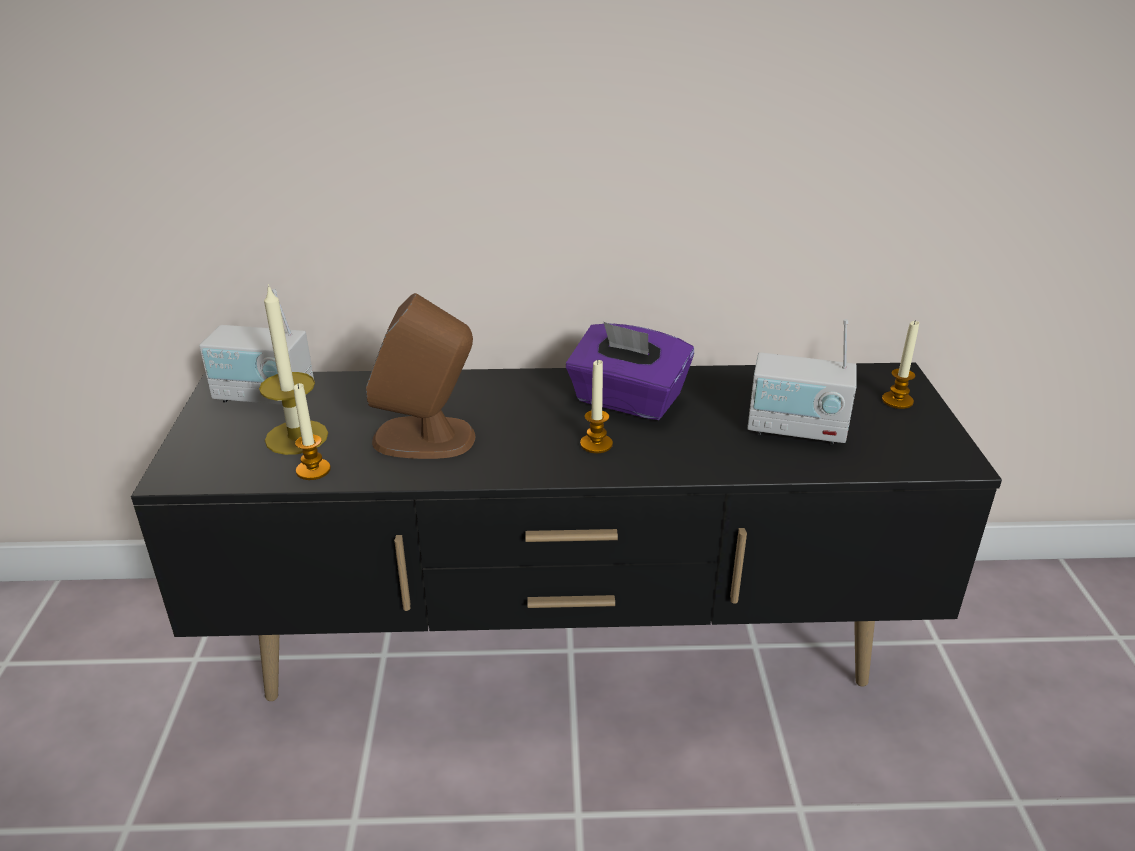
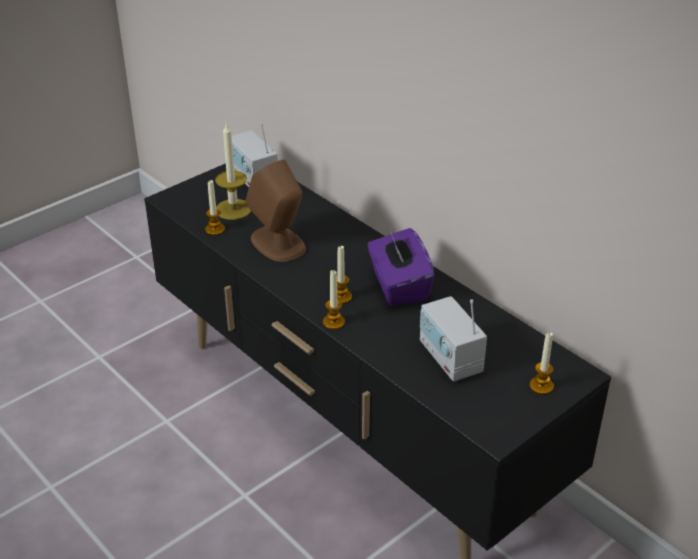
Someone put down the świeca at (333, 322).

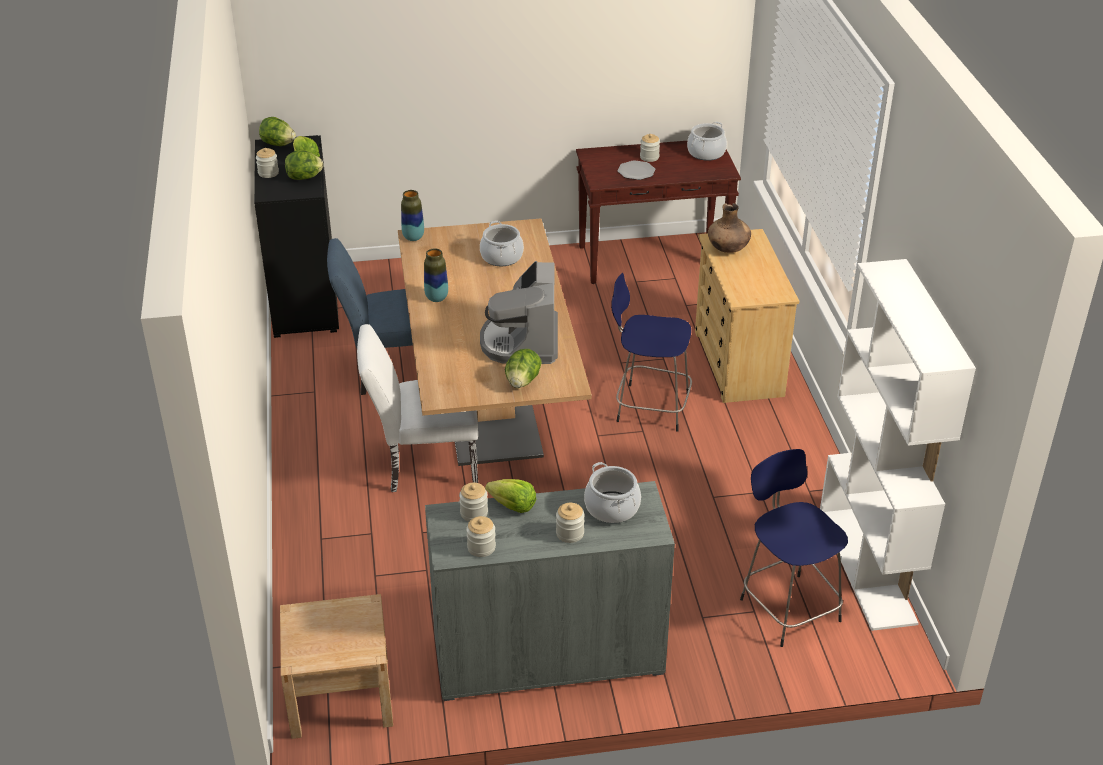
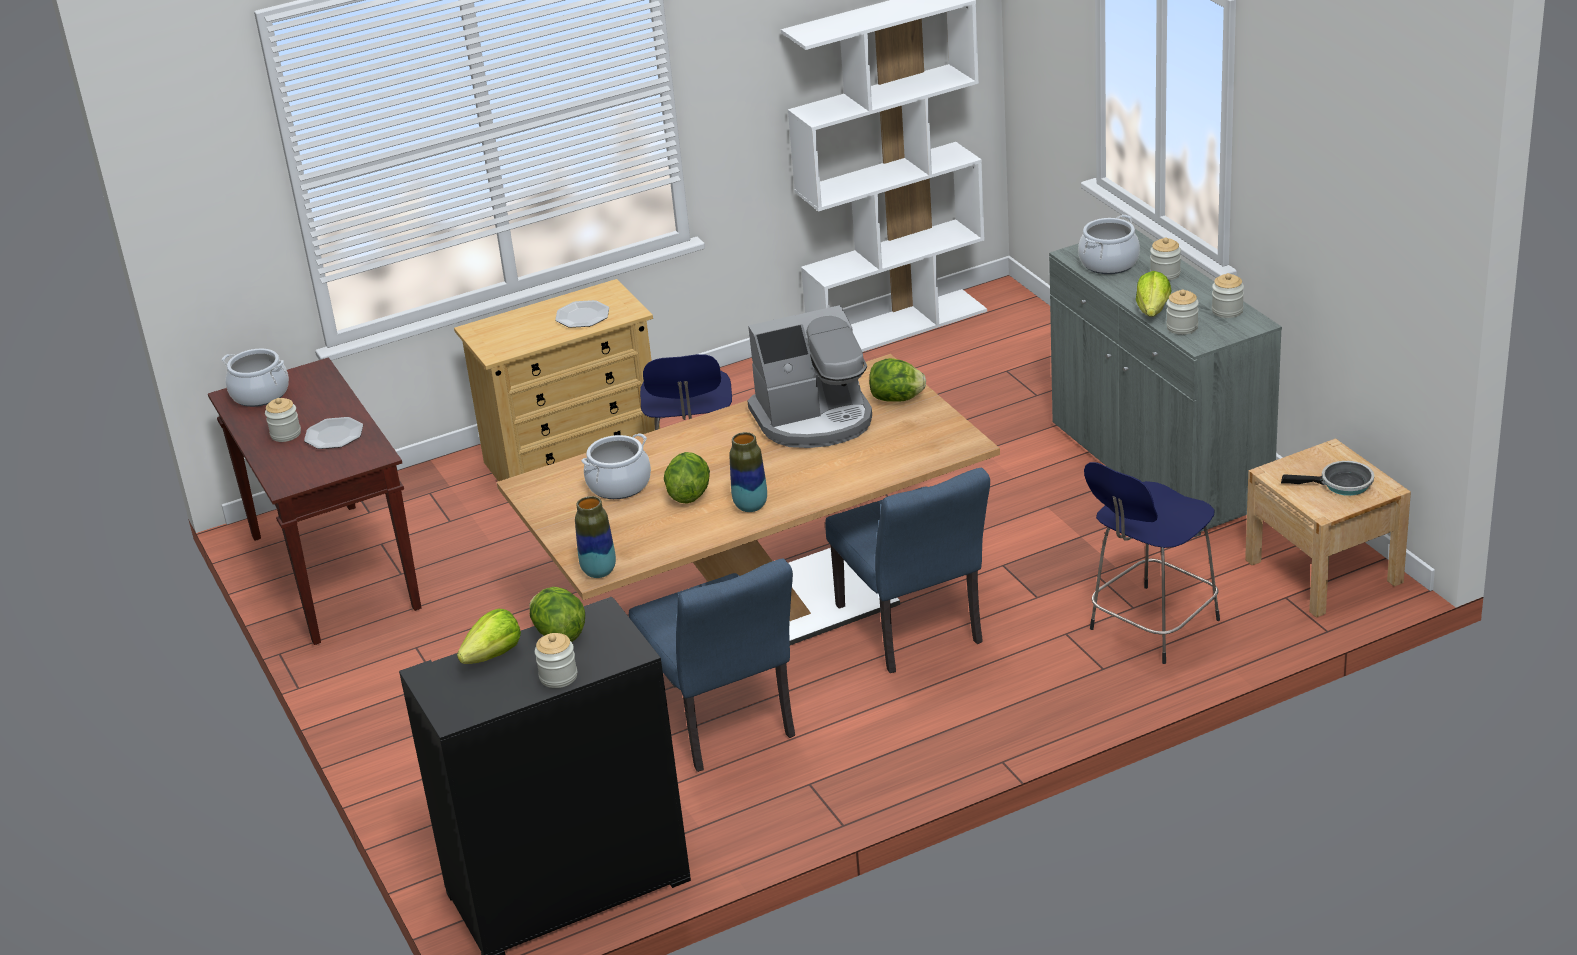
Someone carried the sałata from (278, 144) to (689, 494). Someone took away the wazon/brązowy at (728, 249). Someone repainted the krzesło/biały at (424, 465), which became the krzesło/niebieski at (914, 633). Someone carried the stołek/niebieski from (788, 607) to (1151, 626). Someone put down the talerz at (582, 316). Someone put down the patelnia at (1341, 484).

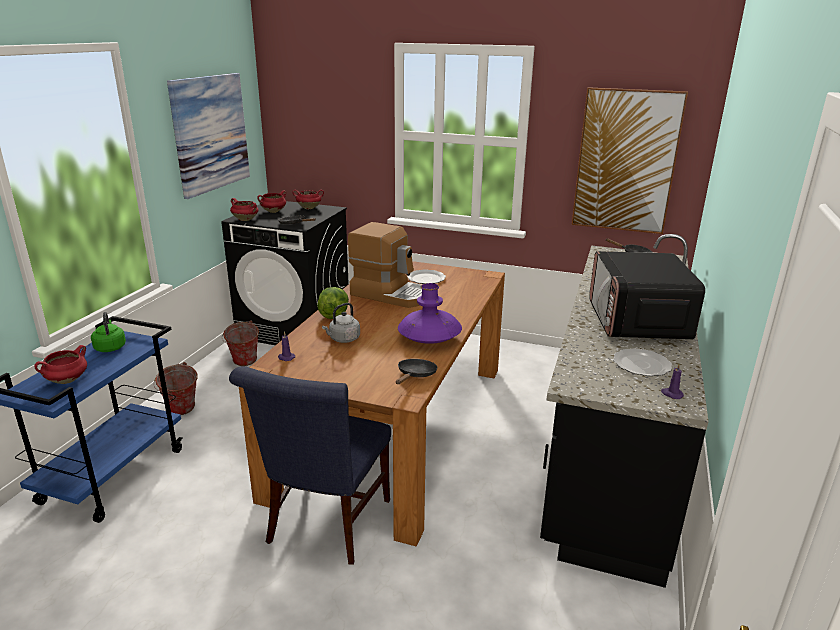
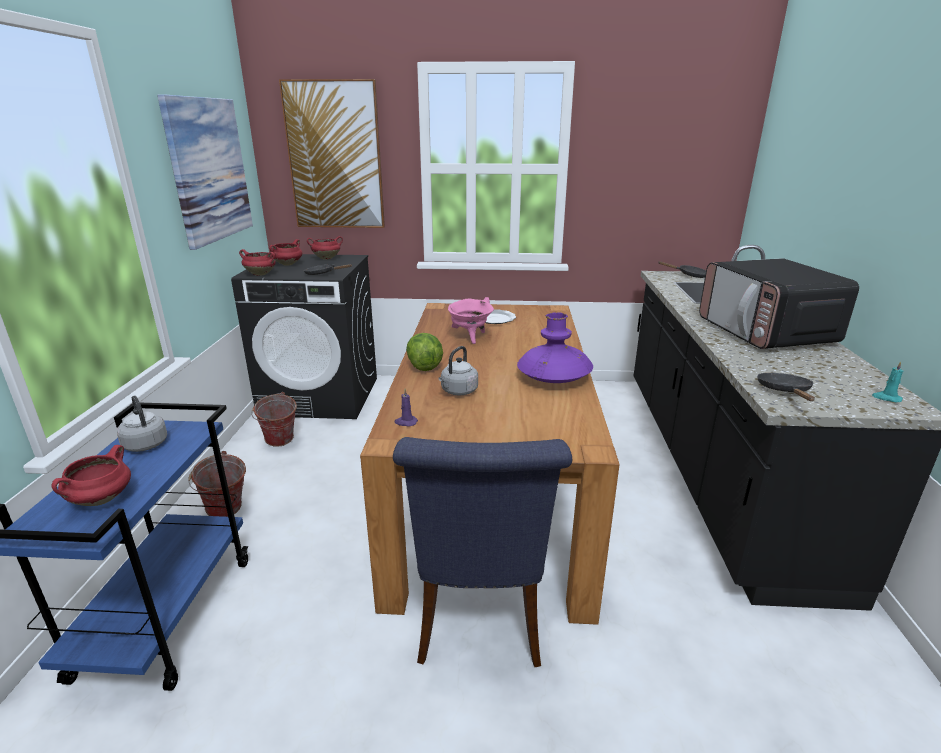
Someone carried the obraz from (626, 161) to (335, 156). Someone swapped the ekspres do kawy at (391, 294) for the garnek/różowy at (470, 337). Someone repainted the czajnik/zielony at (110, 347), which became the czajnik/szary at (145, 443). Someone took away the talerz at (641, 365). Someone carried the patelnia/czarny from (415, 375) to (785, 391). Someone repainted the świeca/fioletowy at (671, 394), which became the świeca/turkusowy at (886, 398).

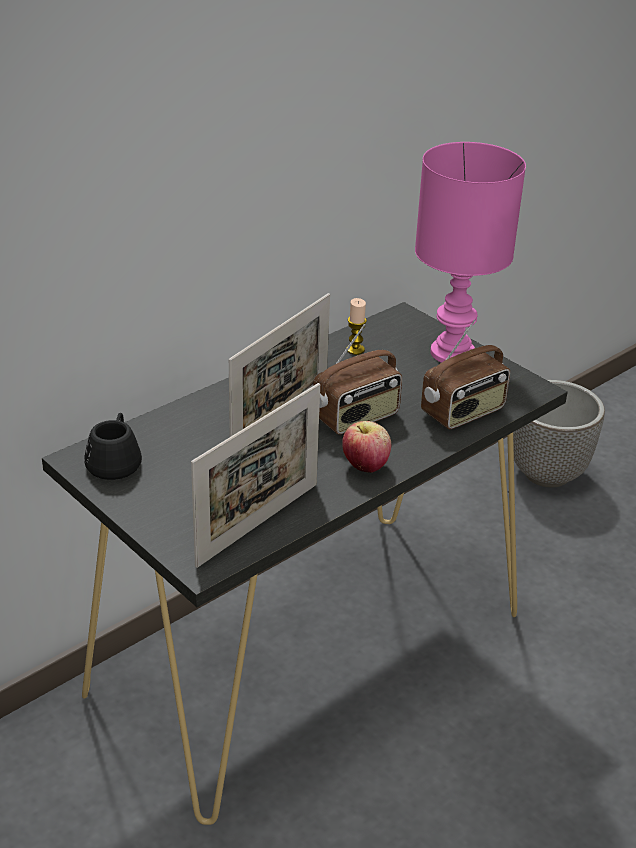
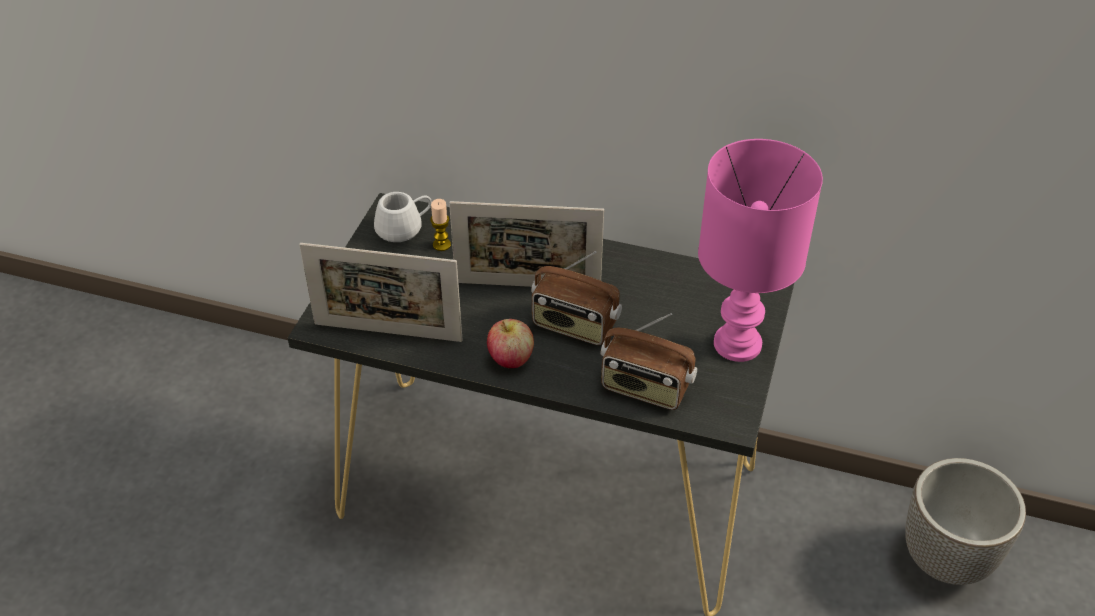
Someone carried the świeca from (355, 350) to (441, 245). Someone repainted the kubek/czarny at (115, 460), which became the kubek/biały at (404, 227).

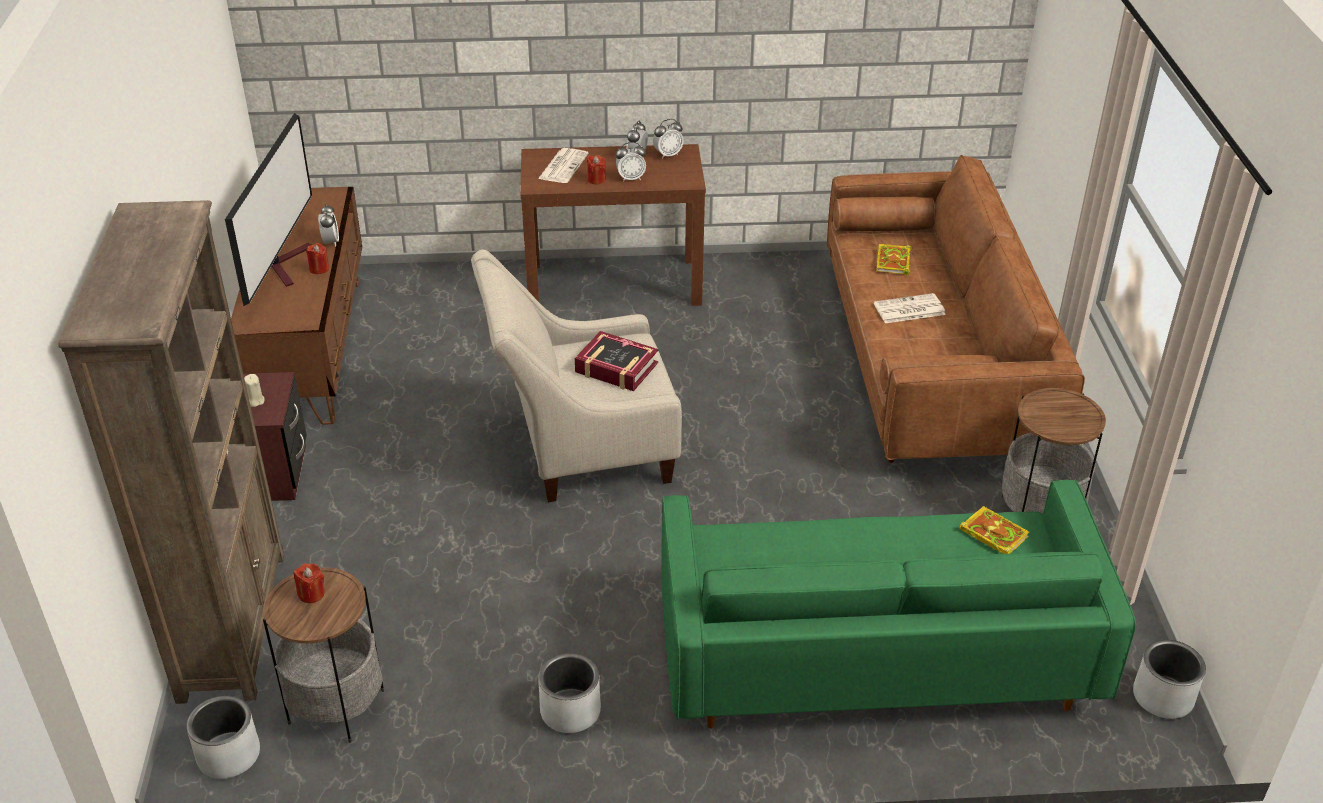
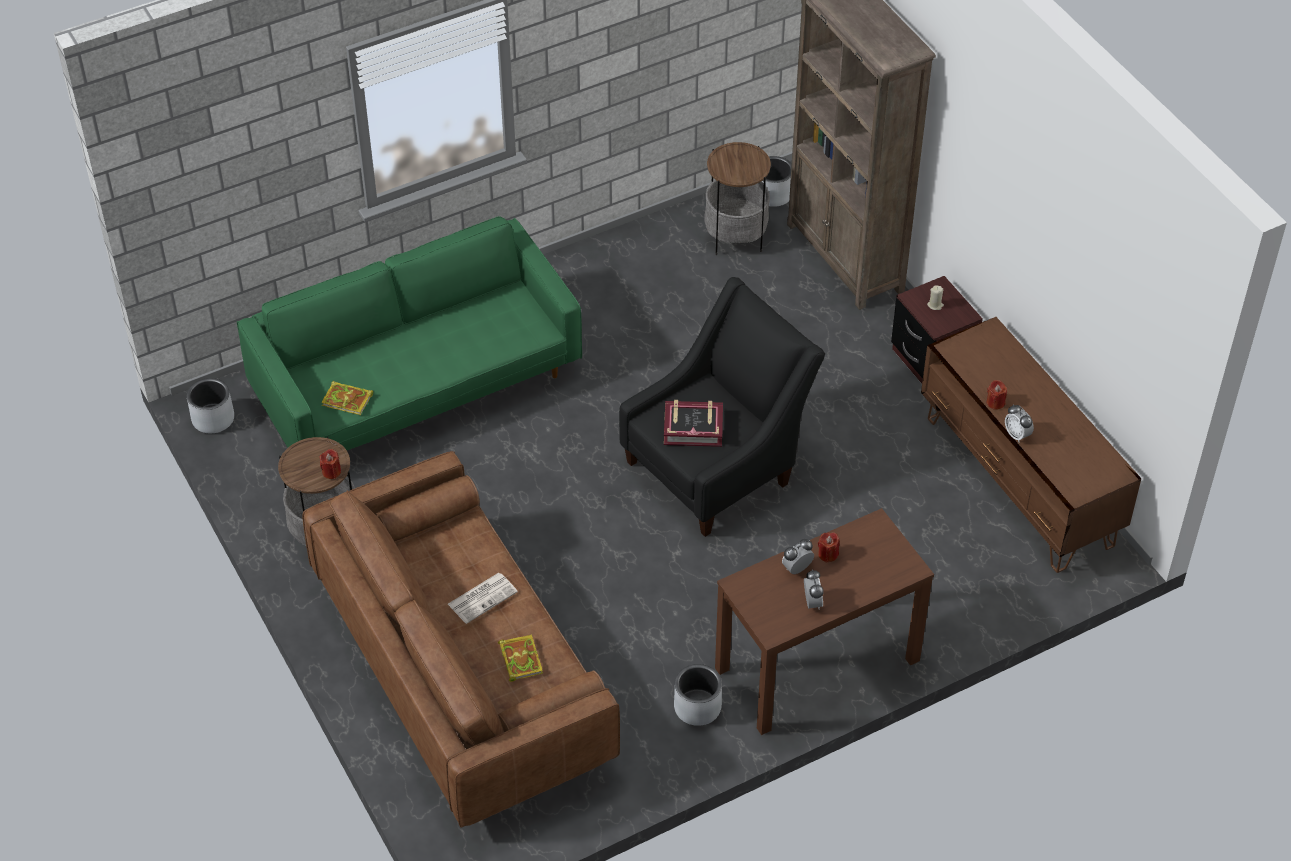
Someone took away the telewizor at (286, 263). Someone took away the budzik at (668, 155). Someone took away the gazeta at (563, 166). Someone repainted the fotel/beżowy at (581, 448), which became the fotel/czarny at (717, 467). Someone carried the świeca/czerwony from (311, 594) to (331, 472). Someone carried the donica/szary from (570, 711) to (697, 707).

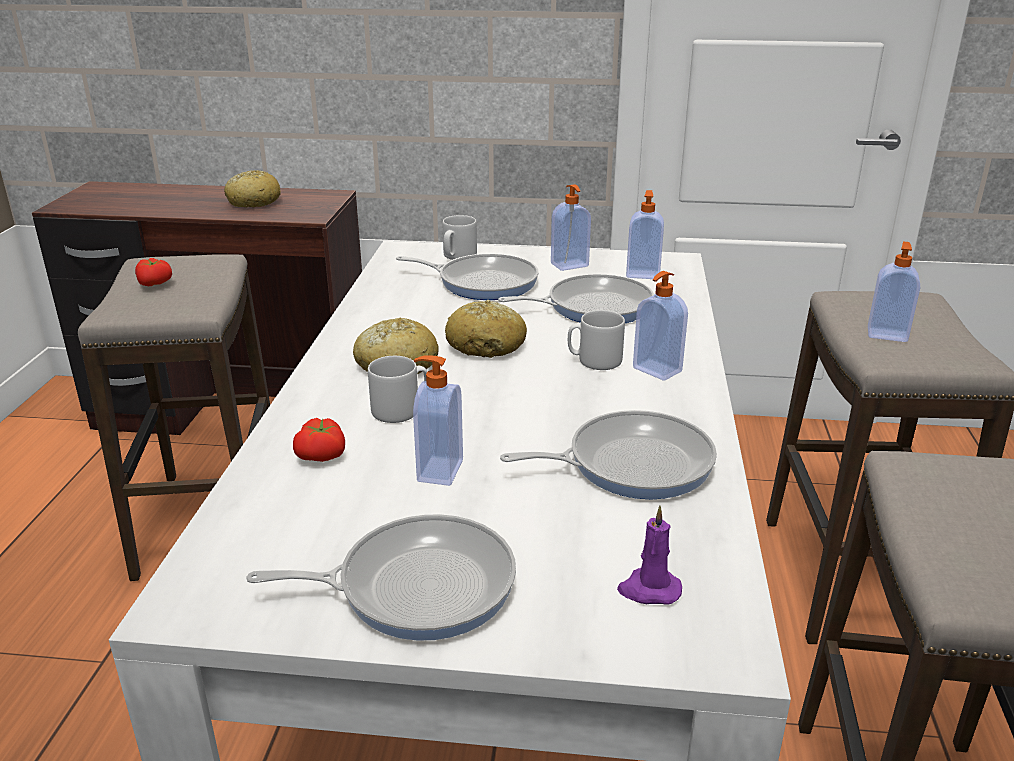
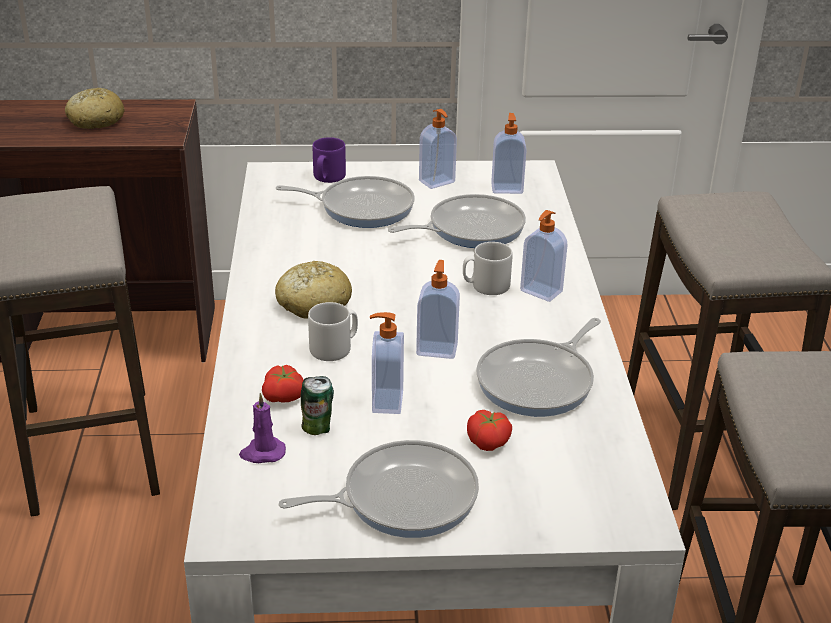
Someone repainted the kubek/szary at (457, 256), which became the kubek/fioletowy at (327, 178). Someone carried the dozownik mydła from (887, 334) to (437, 349). Someone carried the pomidor from (155, 283) to (489, 442). Someone took away the chleb at (486, 345). Someone rotated the patelnia at (631, 463) by 150 degrees clockwise. Someone carried the świeca/fioletowy from (649, 590) to (262, 453). Someone put down the puszka at (317, 428).

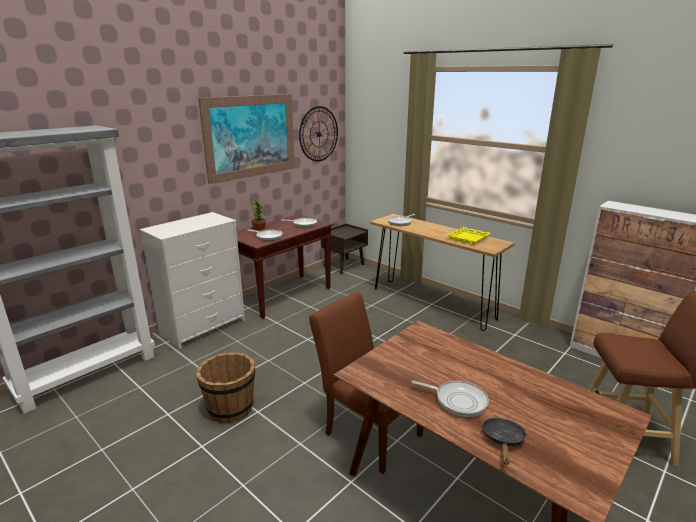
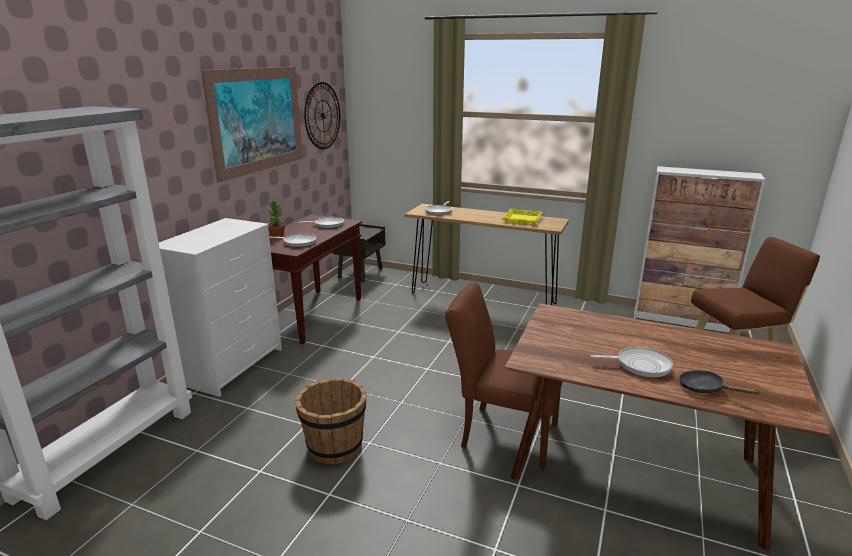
Someone rotated the patelnia/czarny at (503, 440) by 45 degrees counterclockwise.

